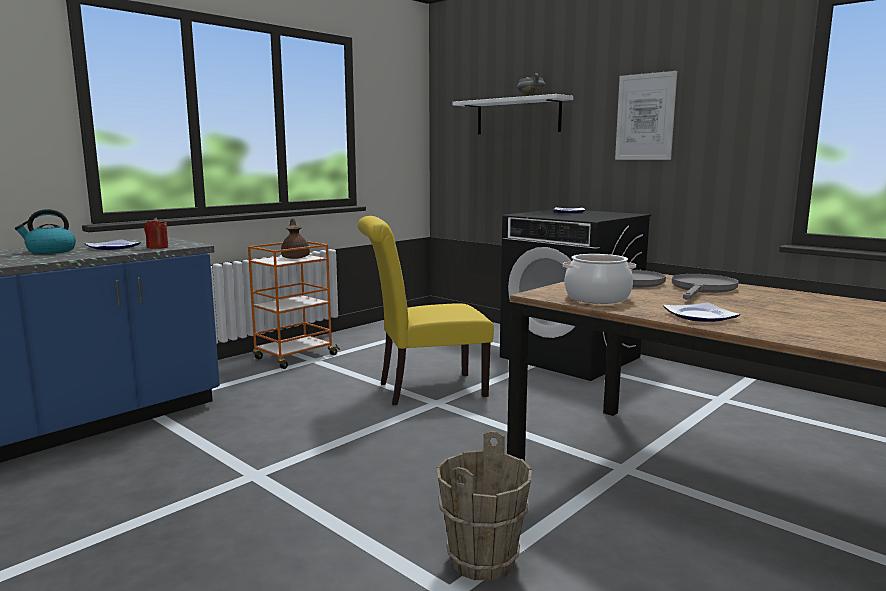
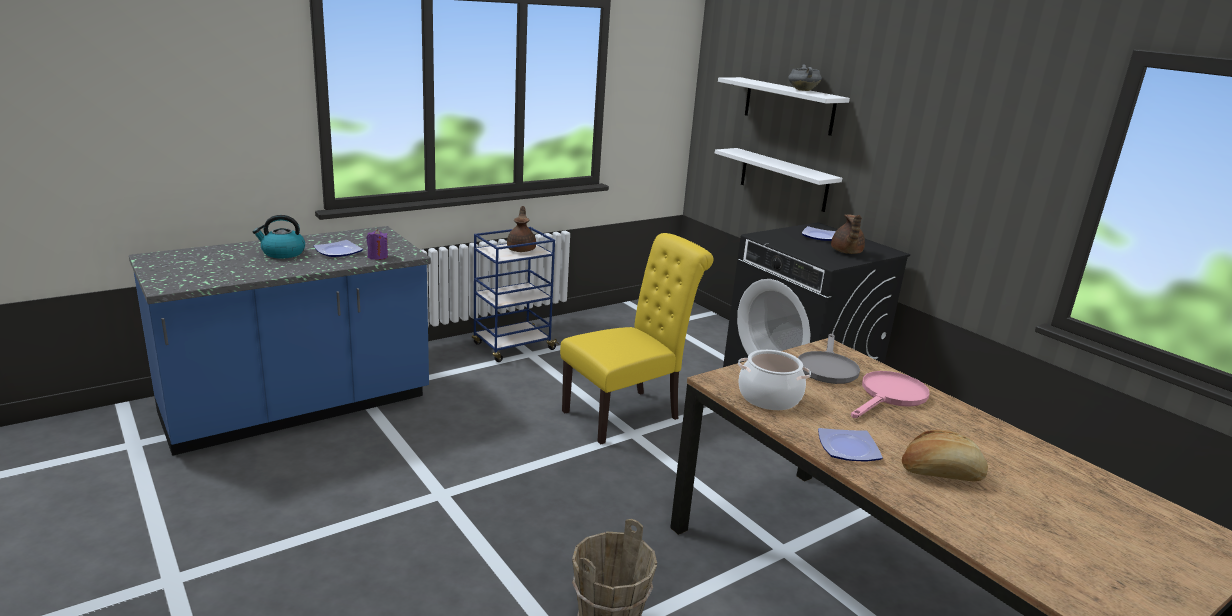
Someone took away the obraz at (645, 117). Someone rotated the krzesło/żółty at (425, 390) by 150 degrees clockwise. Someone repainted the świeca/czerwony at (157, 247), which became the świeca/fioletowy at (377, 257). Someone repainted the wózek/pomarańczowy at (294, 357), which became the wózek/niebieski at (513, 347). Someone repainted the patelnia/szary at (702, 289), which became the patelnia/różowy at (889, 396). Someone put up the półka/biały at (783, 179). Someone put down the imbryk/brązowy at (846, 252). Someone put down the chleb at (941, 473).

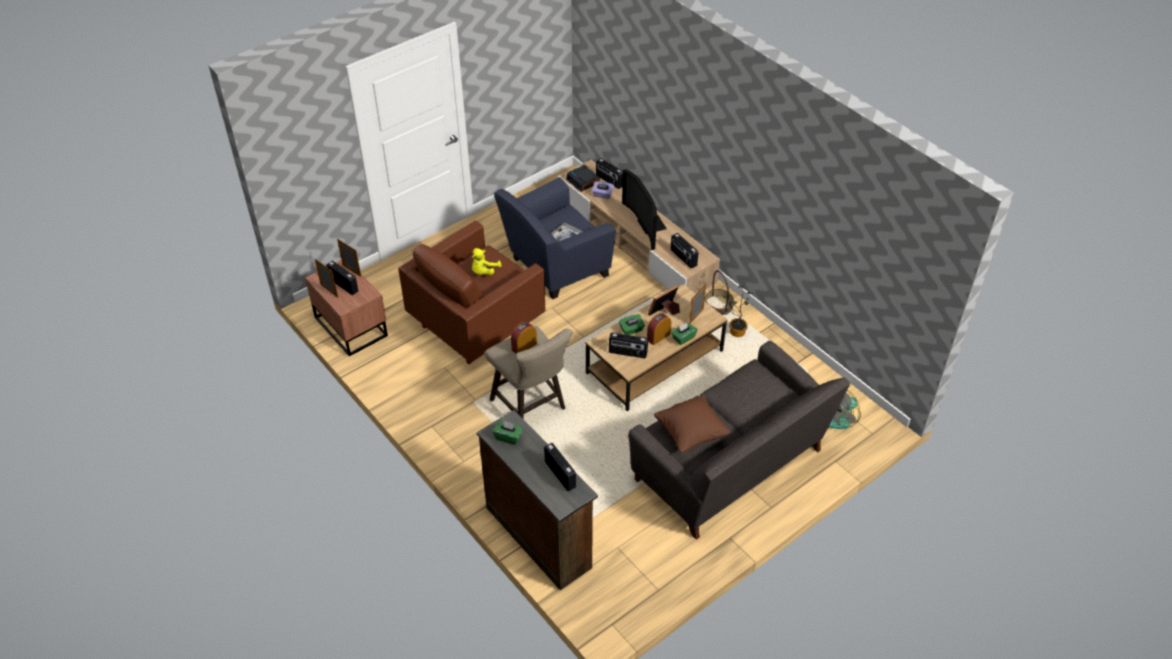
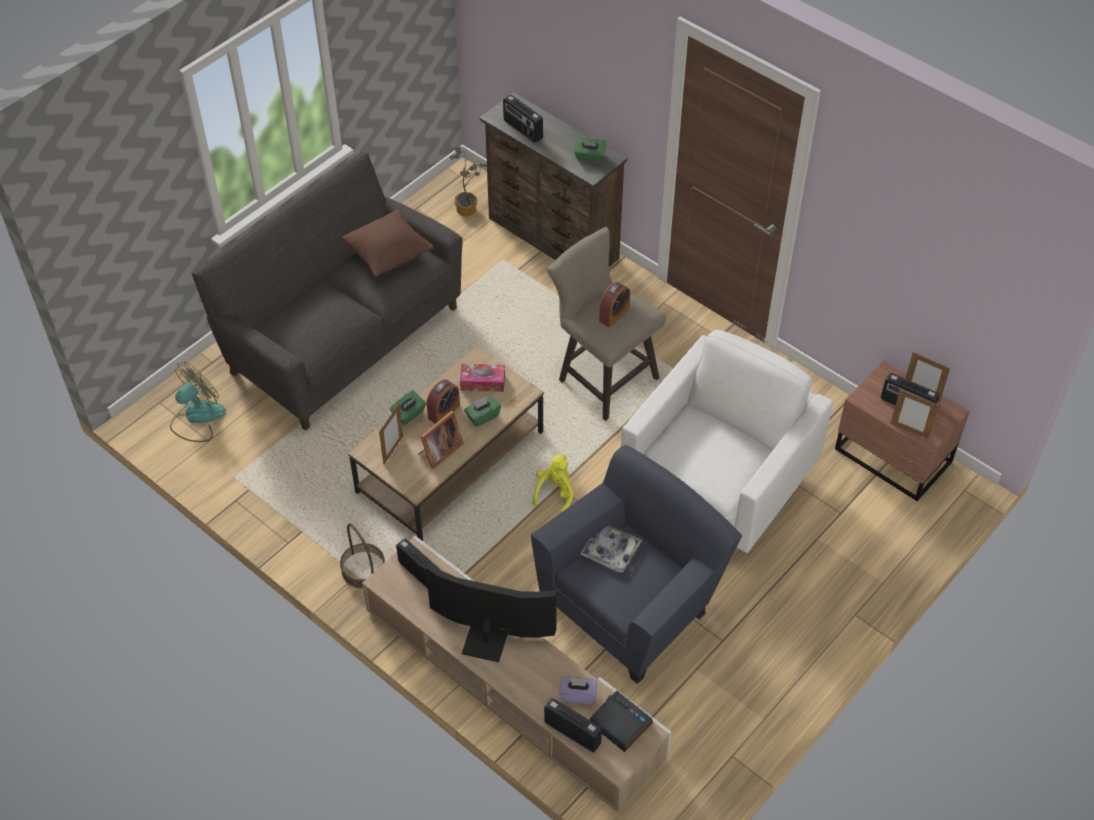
Someone rotated the telewizor at (647, 225) by 45 degrees counterclockwise. Someone repainted the fotel/brązowy at (477, 323), which became the fotel/biały at (717, 486). Someone carried the pluszak/żółty from (484, 272) to (554, 493). Someone carried the roślina doniczkowa from (735, 332) to (469, 208). Someone swapped the radio at (627, 353) for the pudełko chusteczek at (482, 382).

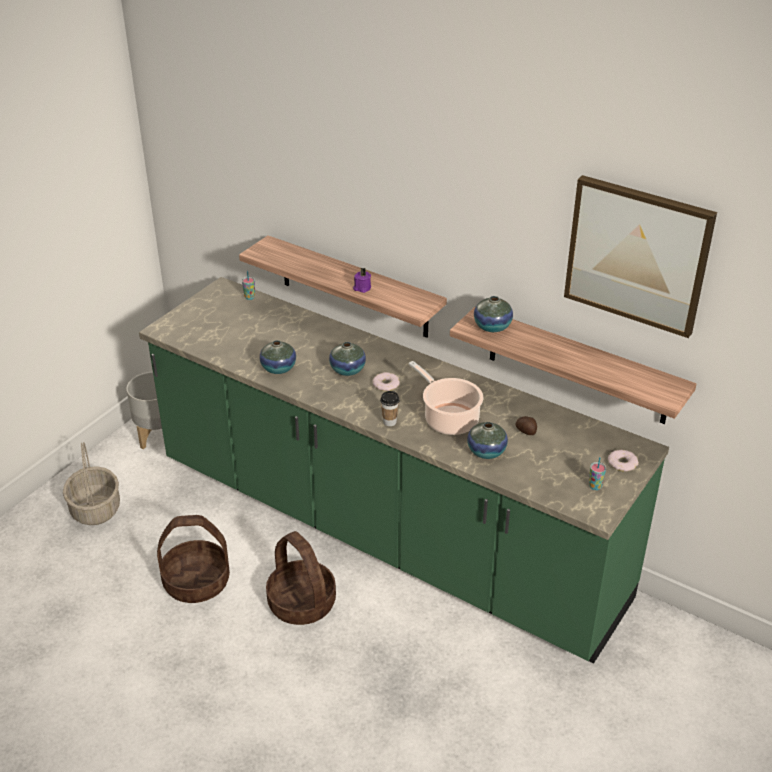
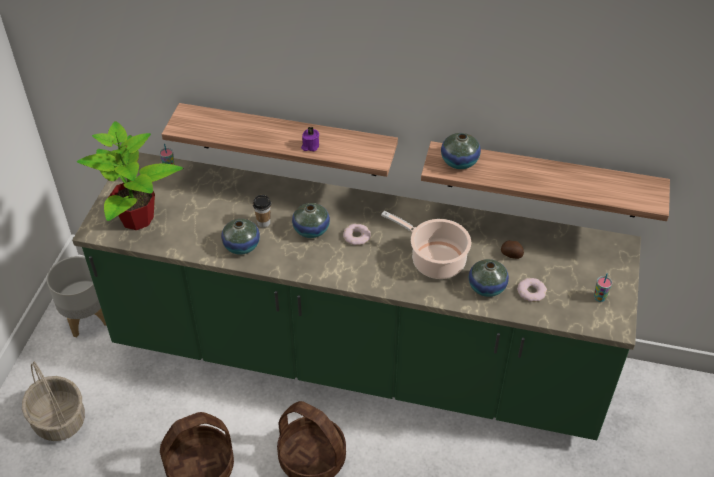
Someone took away the obraz at (637, 255). Someone carried the filiżanka from (389, 422) to (263, 222). Someone carried the donut from (622, 463) to (531, 292). Someone put down the roślina doniczkowa at (138, 219).

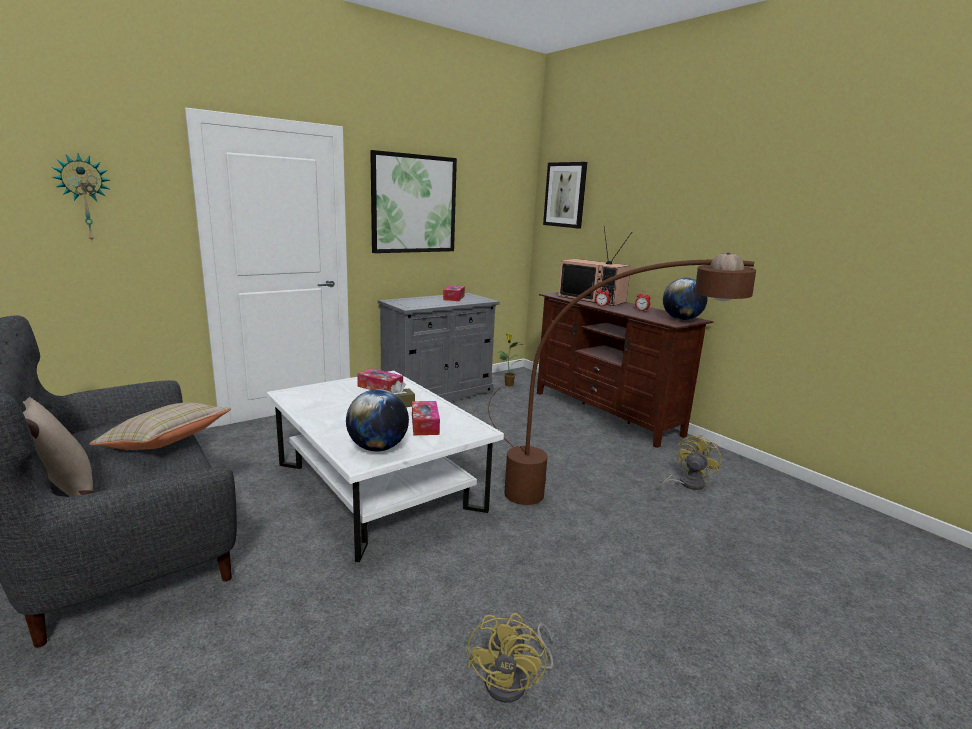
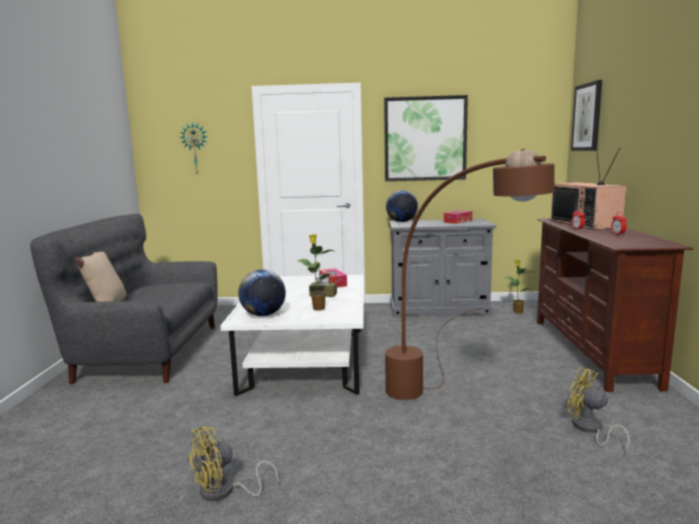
Someone carried the globus from (681, 319) to (401, 222). Someone swapped the pudełko chusteczek at (425, 425) for the roślina doniczkowa at (318, 308). Someone took away the poduszka/beżowy at (165, 443). Someone rotated the wentylator/żółty at (686, 484) by 120 degrees counterclockwise.

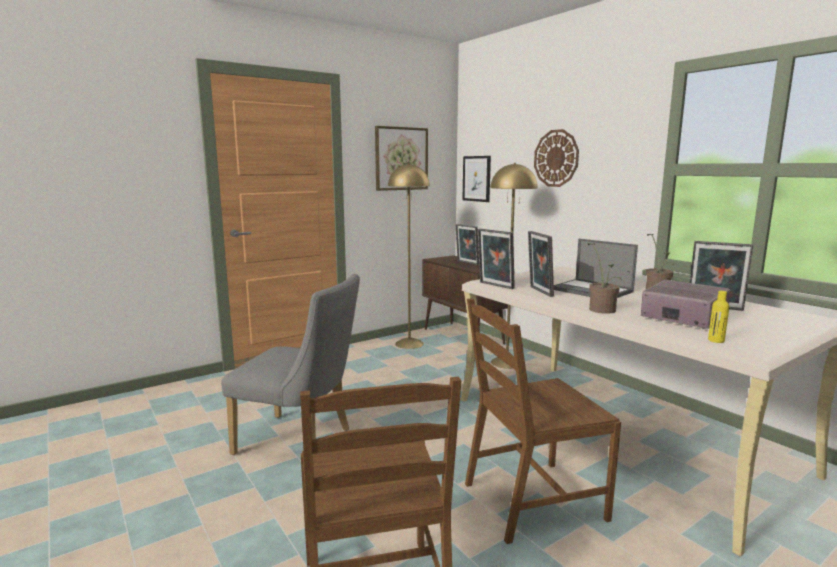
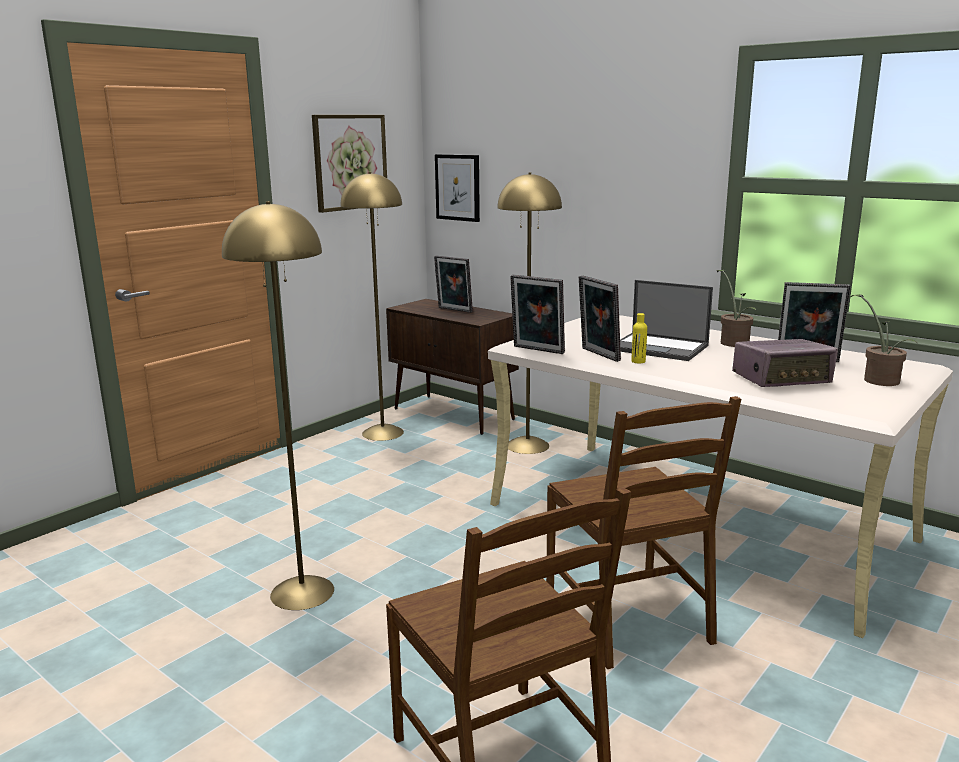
Someone took away the zegar ścienny at (556, 158). Someone carried the roślina doniczkowa from (601, 308) to (878, 379). Someone swapped the krzesło/szary at (301, 442) for the lampa stojąca/żółty at (302, 592). Someone rotated the radio at (682, 319) by 135 degrees clockwise. Someone carried the butelka/żółty from (716, 340) to (638, 361). Someone rotated the krzesło/brązowy at (532, 501) by 75 degrees counterclockwise.

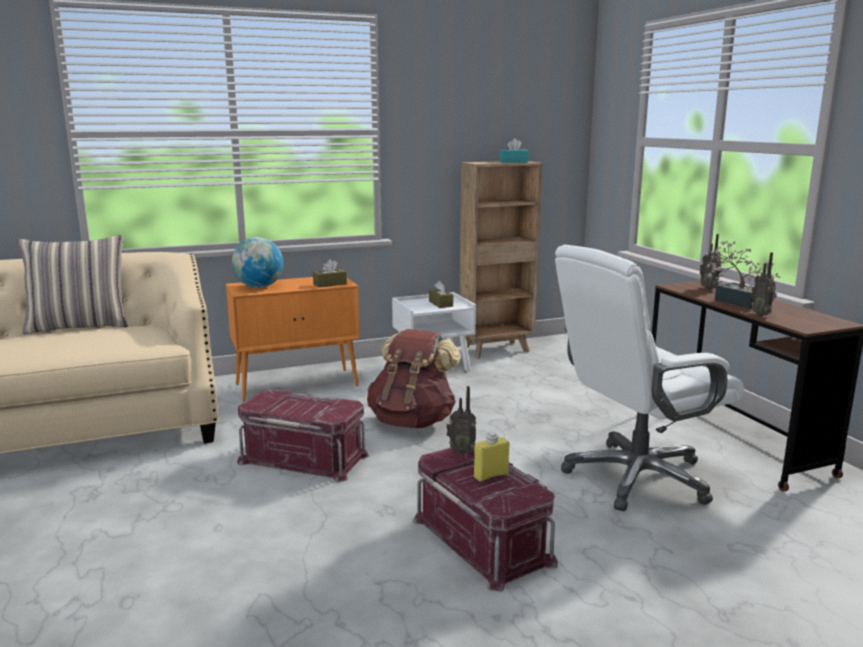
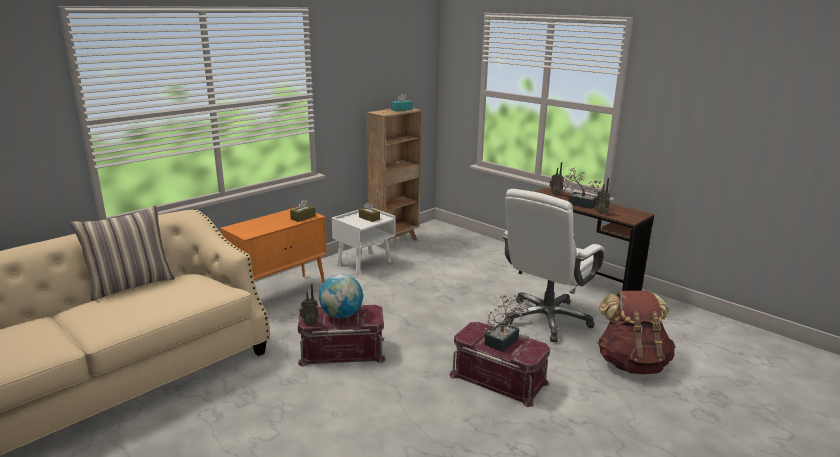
Someone carried the globus from (259, 287) to (341, 315). Someone carried the plecak/brązowy from (413, 421) to (631, 363). Someone carried the radio from (461, 451) to (309, 323). Someone swapped the butelka/żółty at (491, 475) for the roślina doniczkowa at (504, 340).

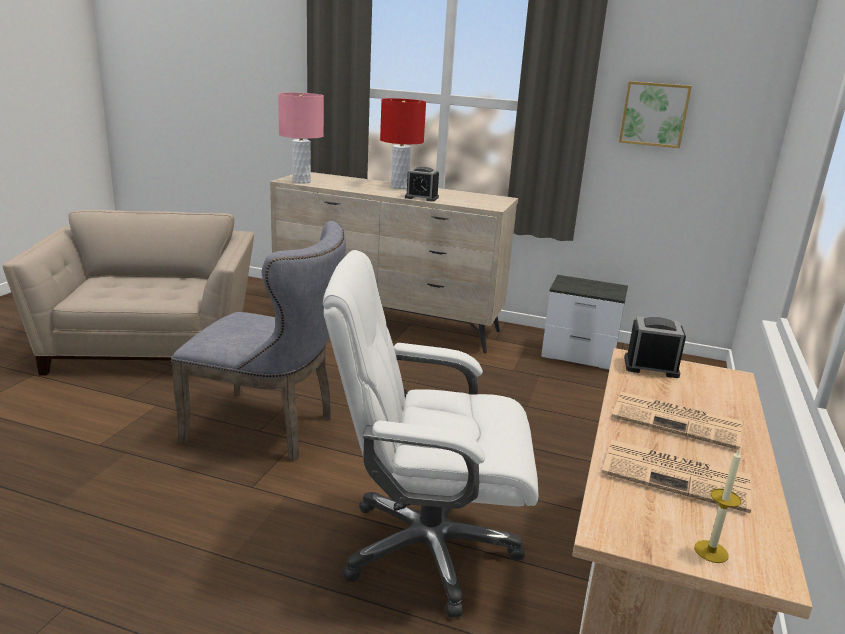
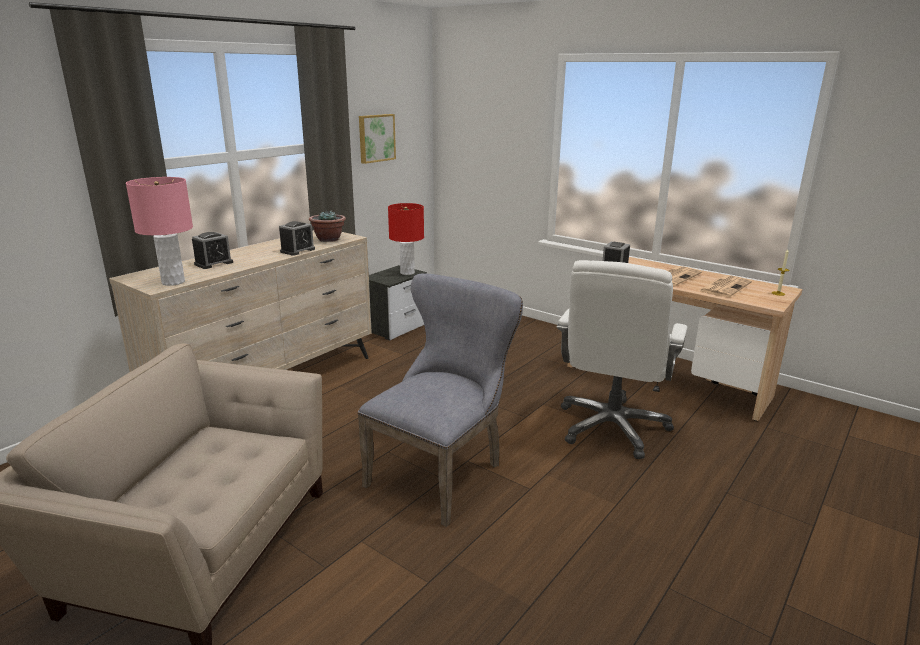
Someone carried the lampa stołowa/czerwony from (399, 187) to (407, 273). Someone put down the roślina doniczkowa at (328, 239). Someone put down the budzik at (213, 263).

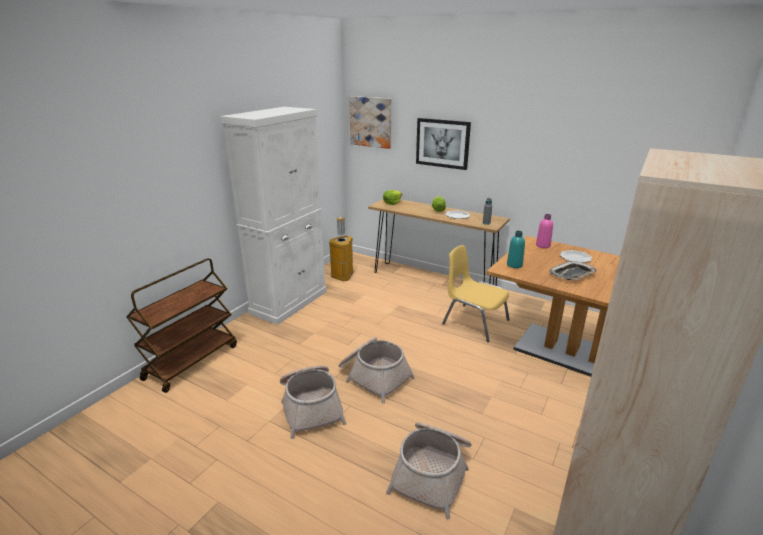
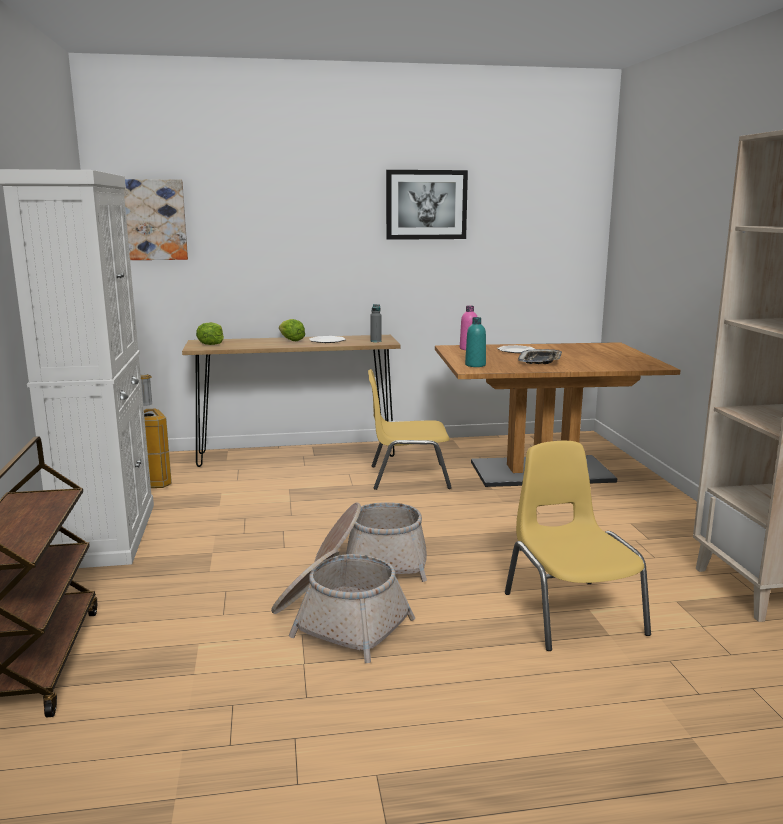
Someone carried the obraz from (442, 143) to (426, 205). Someone swapped the koszyk at (432, 472) for the krzesło/żółty at (571, 612).

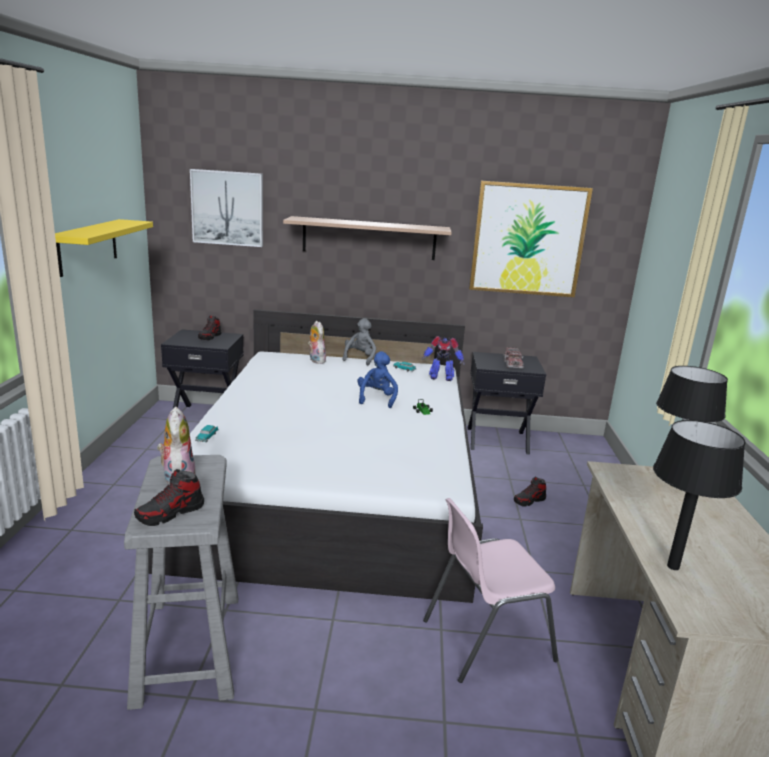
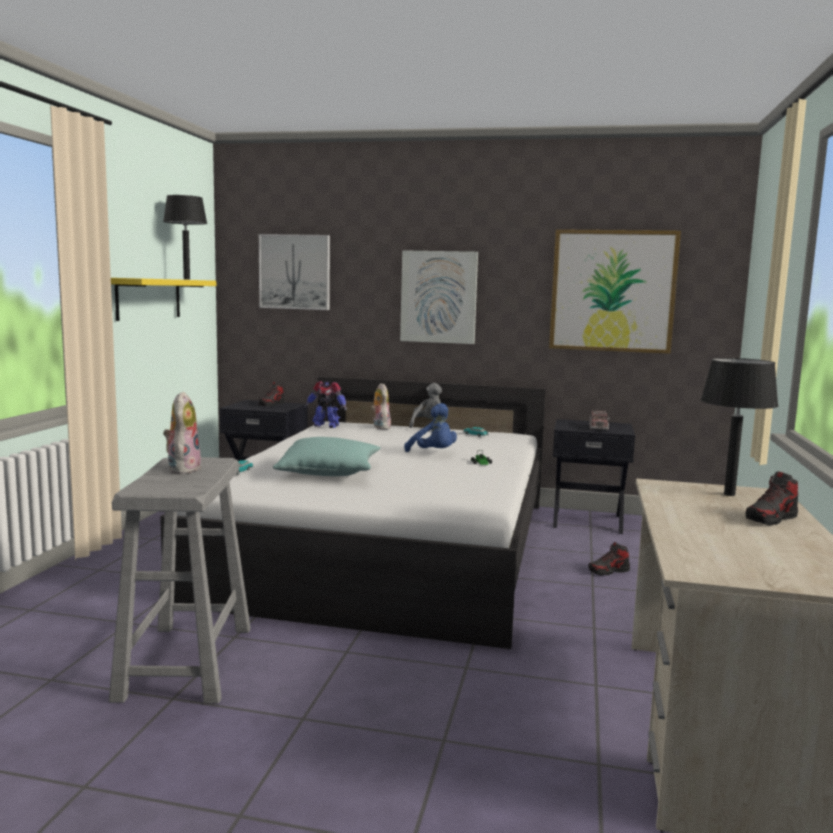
Someone swapped the półka at (369, 238) for the obraz at (439, 297). Someone carried the robot zabawkowy from (441, 377) to (326, 425). Someone rotated the pluszak/niebieski at (377, 399) by 120 degrees clockwise. Someone carried the lampa stołowa/czarny from (673, 566) to (187, 279). Someone carried the but from (170, 513) to (771, 519). Someone took away the krzesło/różowy at (485, 639). Someone put down the poduszka/turkusowy at (329, 472).

